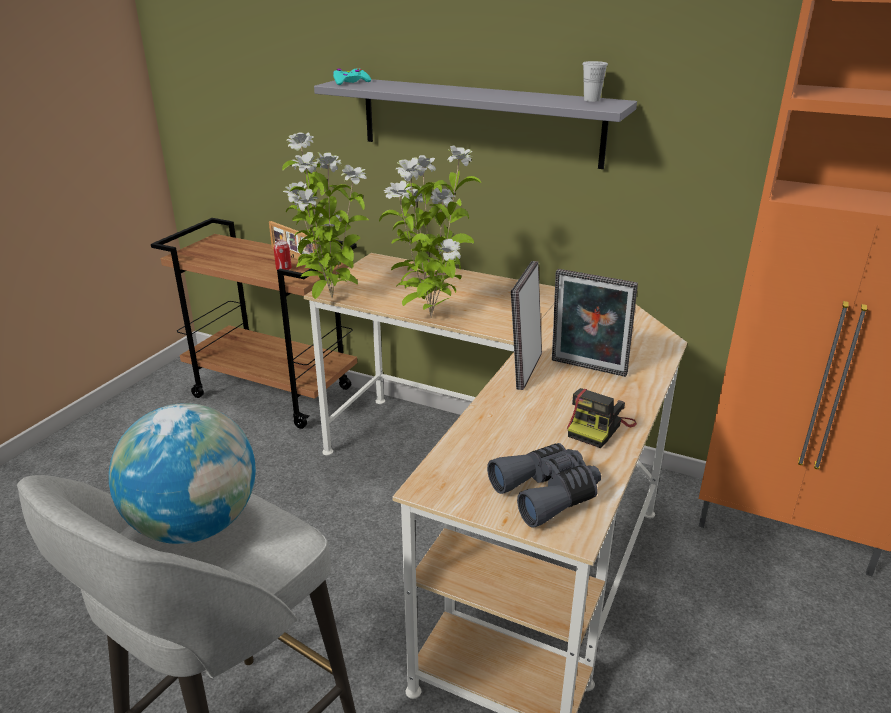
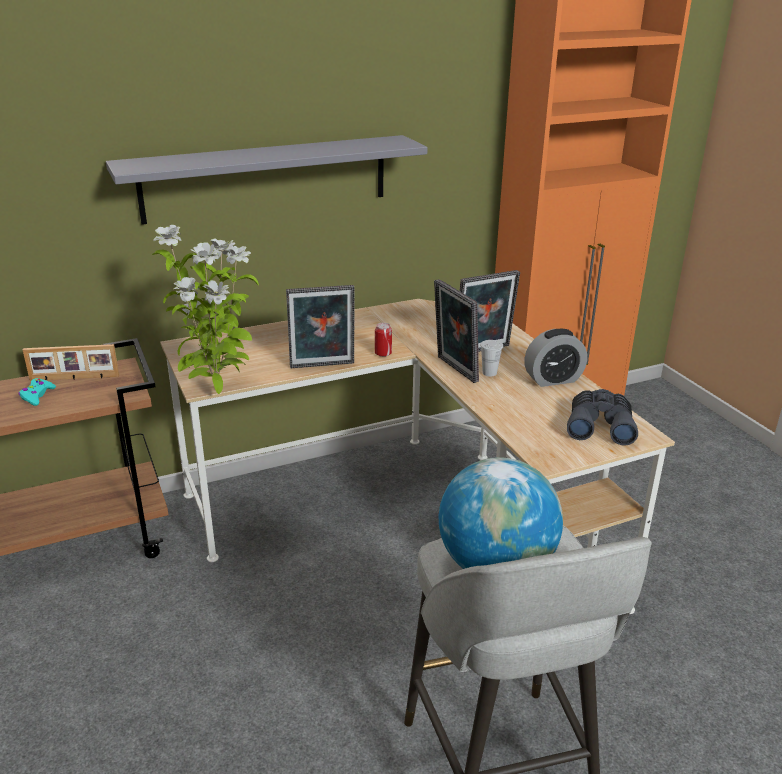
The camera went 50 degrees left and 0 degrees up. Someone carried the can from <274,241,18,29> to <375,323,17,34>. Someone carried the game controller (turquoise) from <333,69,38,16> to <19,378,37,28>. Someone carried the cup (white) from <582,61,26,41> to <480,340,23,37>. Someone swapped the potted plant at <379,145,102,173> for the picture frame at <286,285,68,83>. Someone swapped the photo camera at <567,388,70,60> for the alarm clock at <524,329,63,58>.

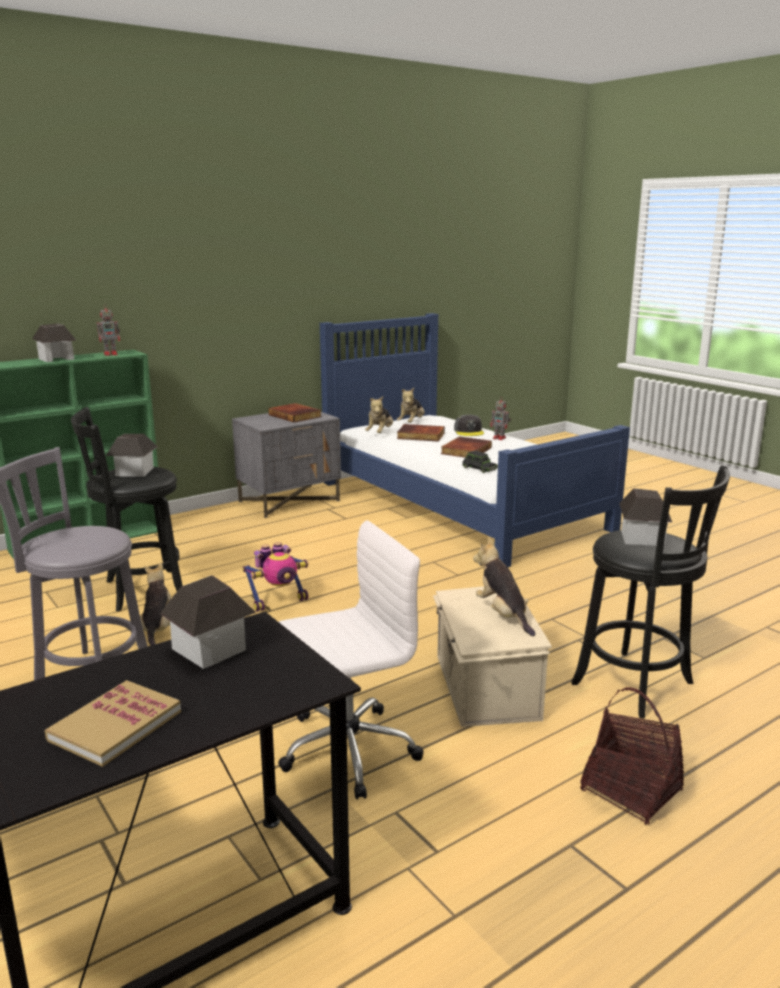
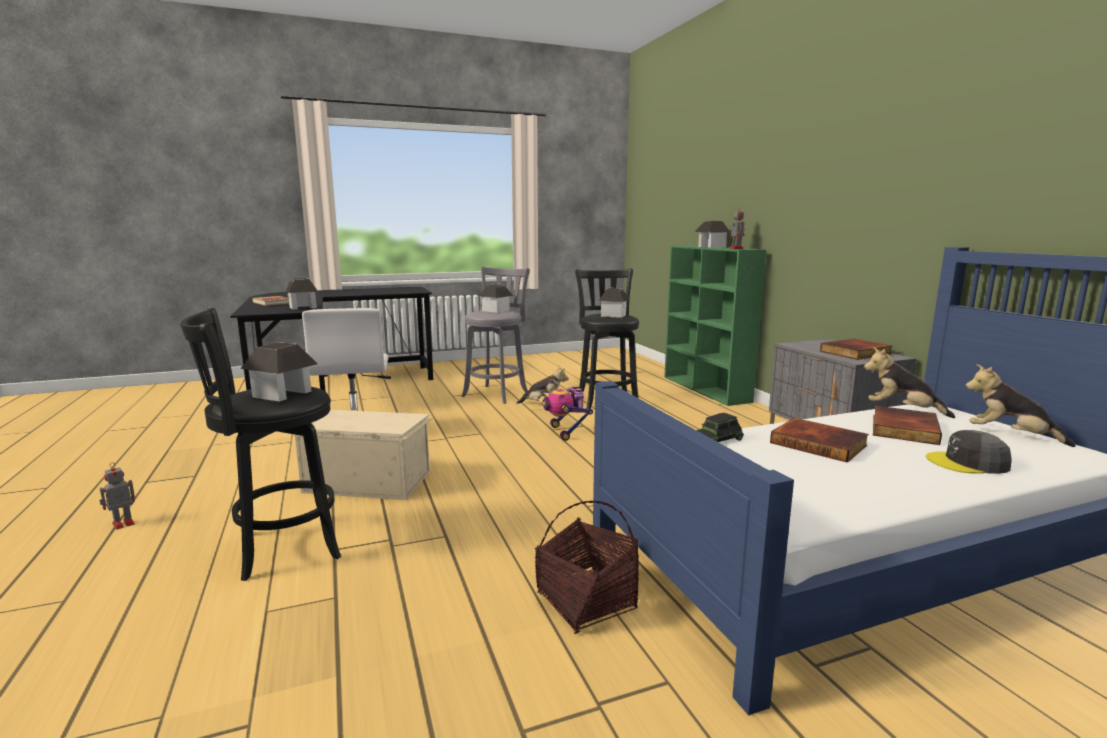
The camera went 105 degrees right and 5 degrees down. Someone took away the plush toy at <473,538,62,98>. Someone put down the toy house at <479,284,35,29>. Someone carried the toy robot from <490,396,21,44> to <99,462,36,68>. Someone carried the basket from <580,687,104,138> to <535,501,104,133>.

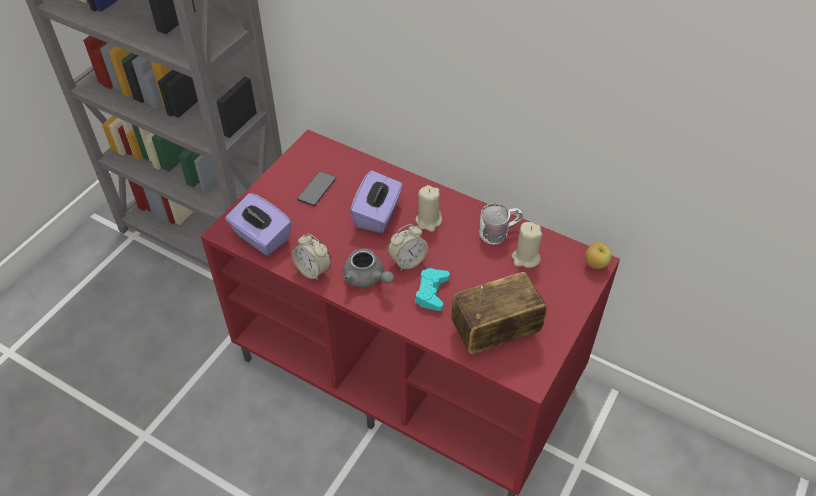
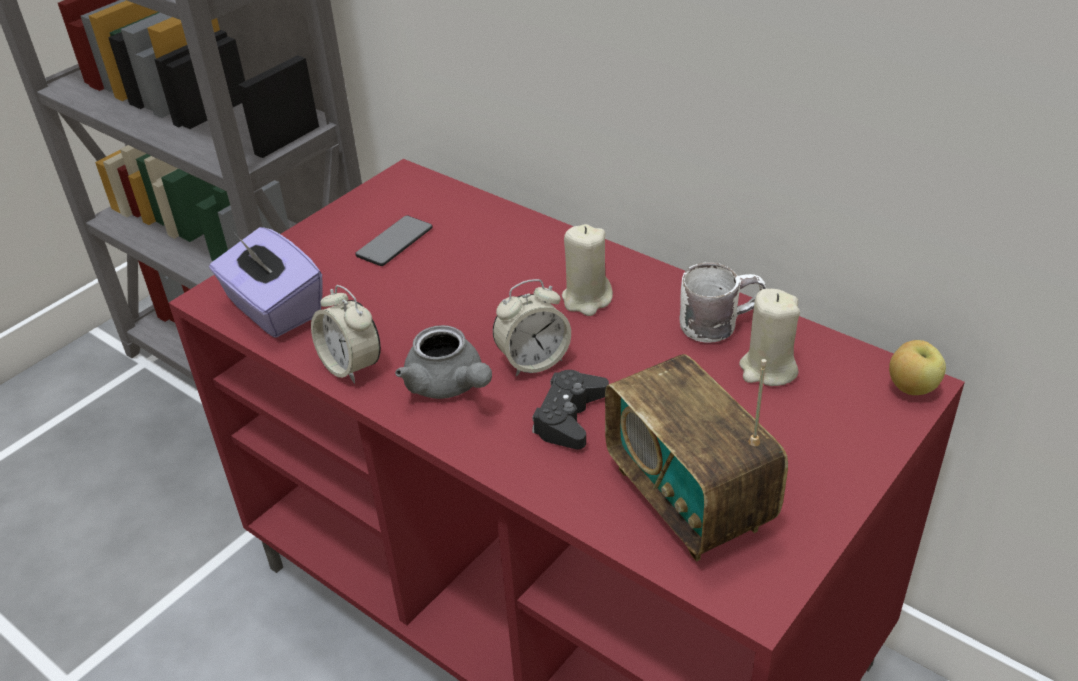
The camera went 10 degrees right and 10 degrees down. Someone took away the tissue box (purple) at <350,170,53,63>. Someone repainted the game controller (turquoise) at <415,268,35,43>, which became the game controller (black) at <532,370,77,79>. Someone rotated the radio at <451,272,96,83> by 105 degrees counterclockwise.

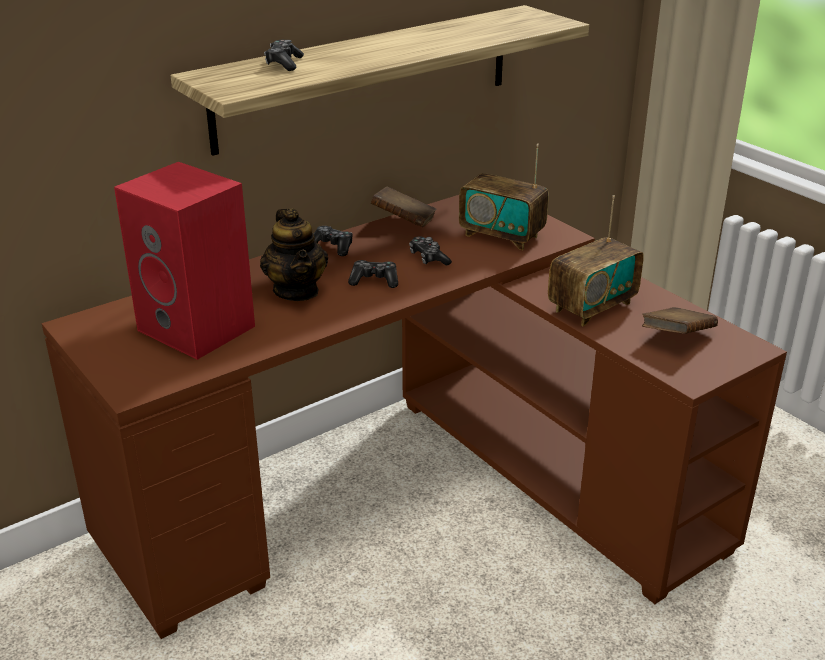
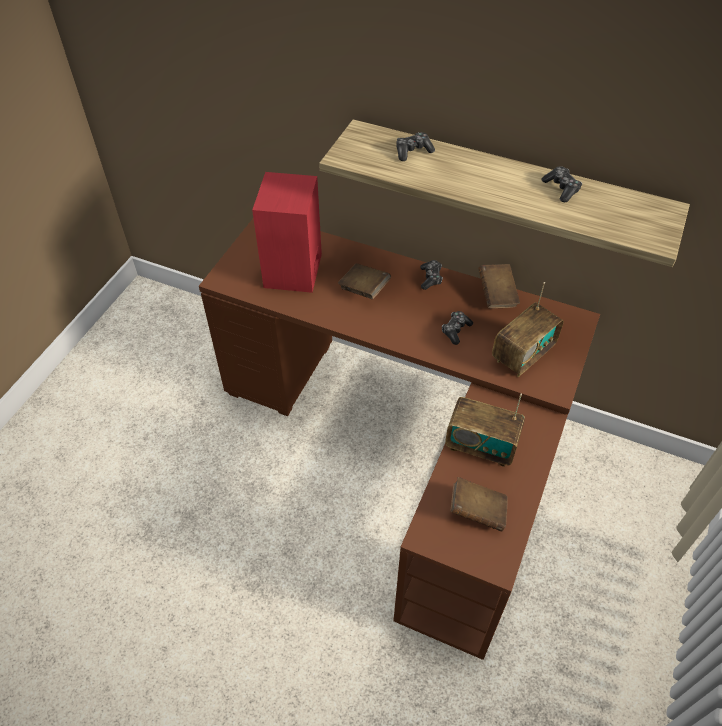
The camera went 60 degrees right and 20 degrees up. Someone carried the game controller from <348,260,50,28> to <541,166,41,36>. Someone swapped the teapot at <260,208,68,93> for the book (brown) at <338,263,53,36>. Someone rotated the radio at <459,144,90,106> by 135 degrees counterclockwise.

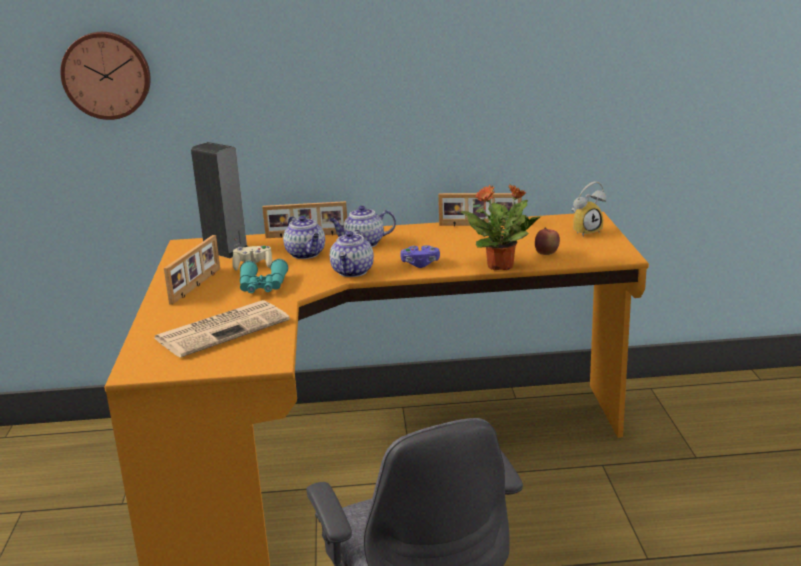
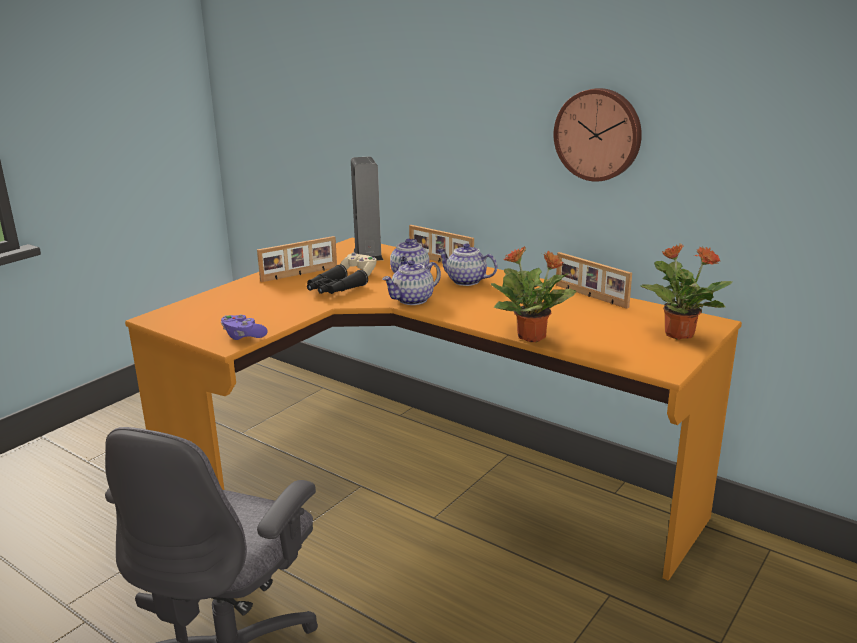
The camera went 40 degrees right and 0 degrees up. Someone took away the newspaper at <154,300,136,58>. Someone took away the apple at <535,227,25,28>. Someone carried the wall clock from <60,32,91,88> to <554,88,88,94>. Someone carried the game controller (purple) from <400,245,40,23> to <221,314,47,26>. Someone swapped the alarm clock at <571,181,35,56> for the potted plant at <640,243,92,97>. Someone repainted the binoculars (turquoise) at <240,259,48,34>, which became the binoculars (black) at <307,265,61,29>.

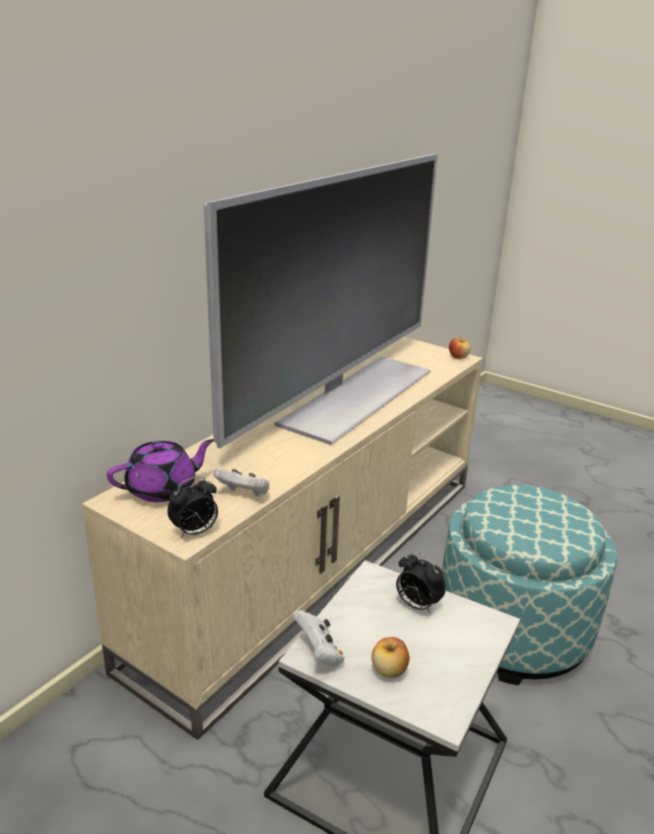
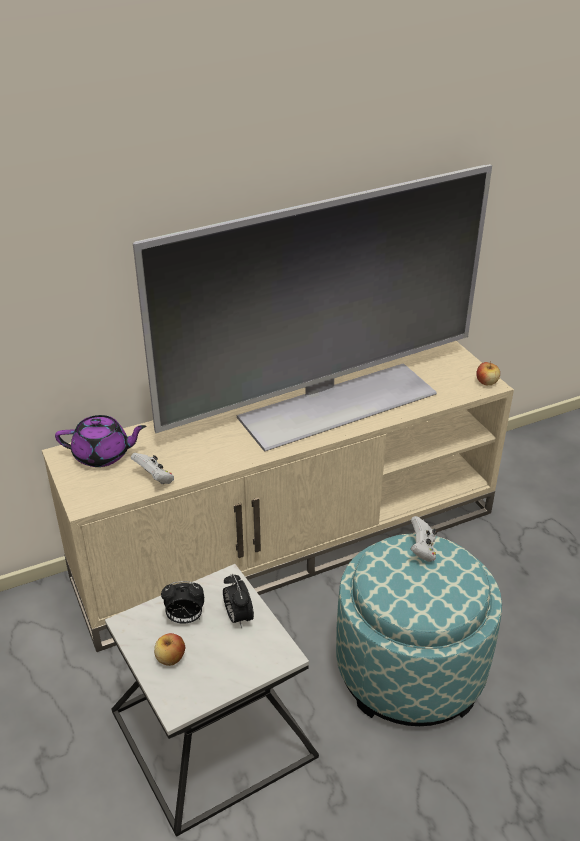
The camera went 30 degrees right and 10 degrees up. Someone carried the alarm clock from <167,476,51,62> to <161,581,43,43>. Someone carried the game controller (white) from <293,610,51,56> to <411,516,26,46>.

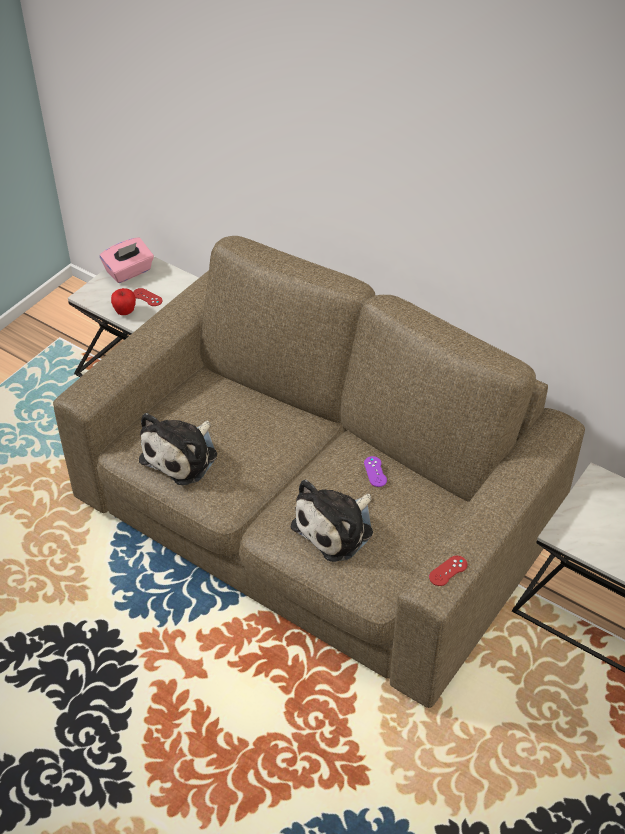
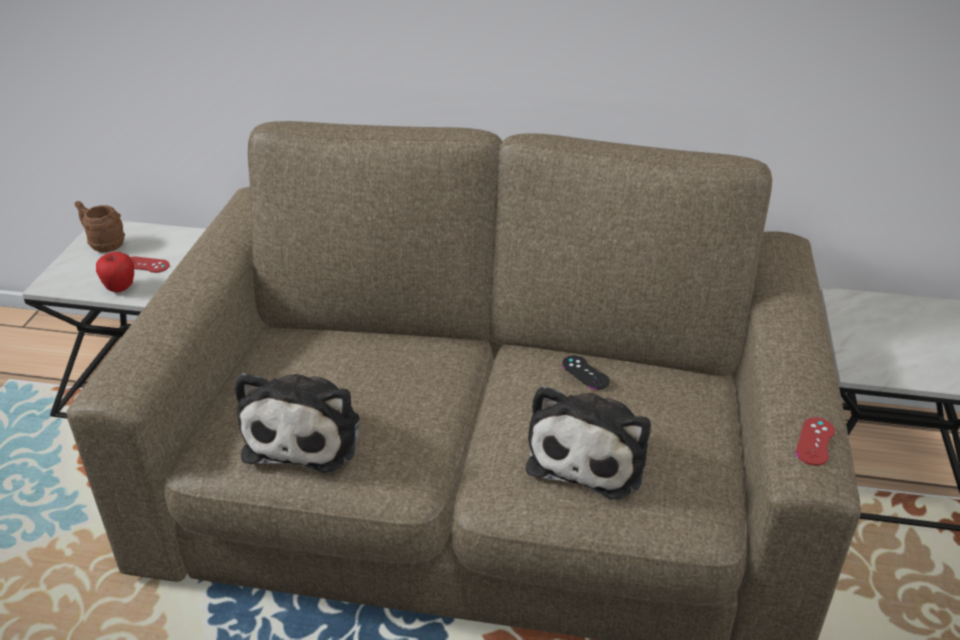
The camera went 25 degrees left and 10 degrees down. Someone swapped the tissue box (pink) at <100,237,54,46> for the mug (brown) at <74,201,51,51>. Someone repainted the game controller (purple) at <364,456,23,31>, which became the game controller (black) at <562,356,48,34>.

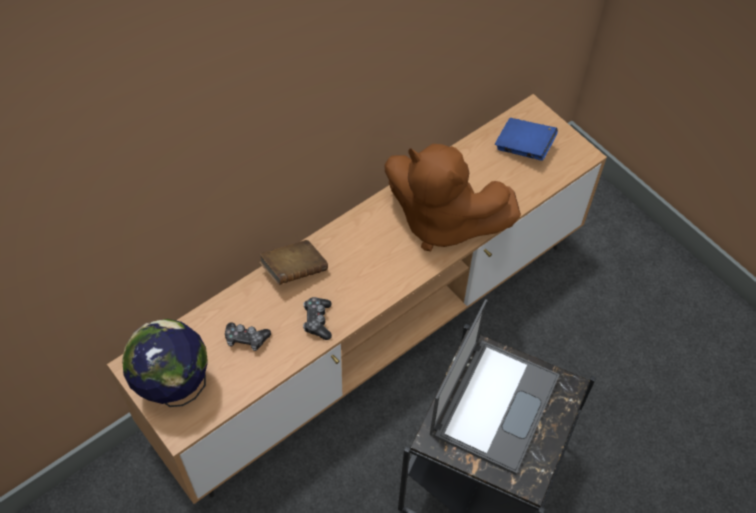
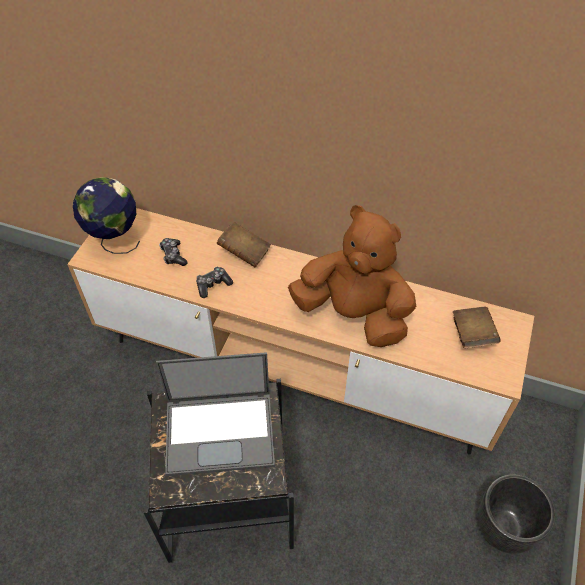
The camera went 60 degrees right and 5 degrees down. Someone put down the planter (black) at <478,474,77,80>. Someone repainted the book (blue) at <495,118,63,43>, which became the book (brown) at <453,307,48,41>. Someone rotated the plush toy (brown) at <384,144,137,107> by 120 degrees clockwise.

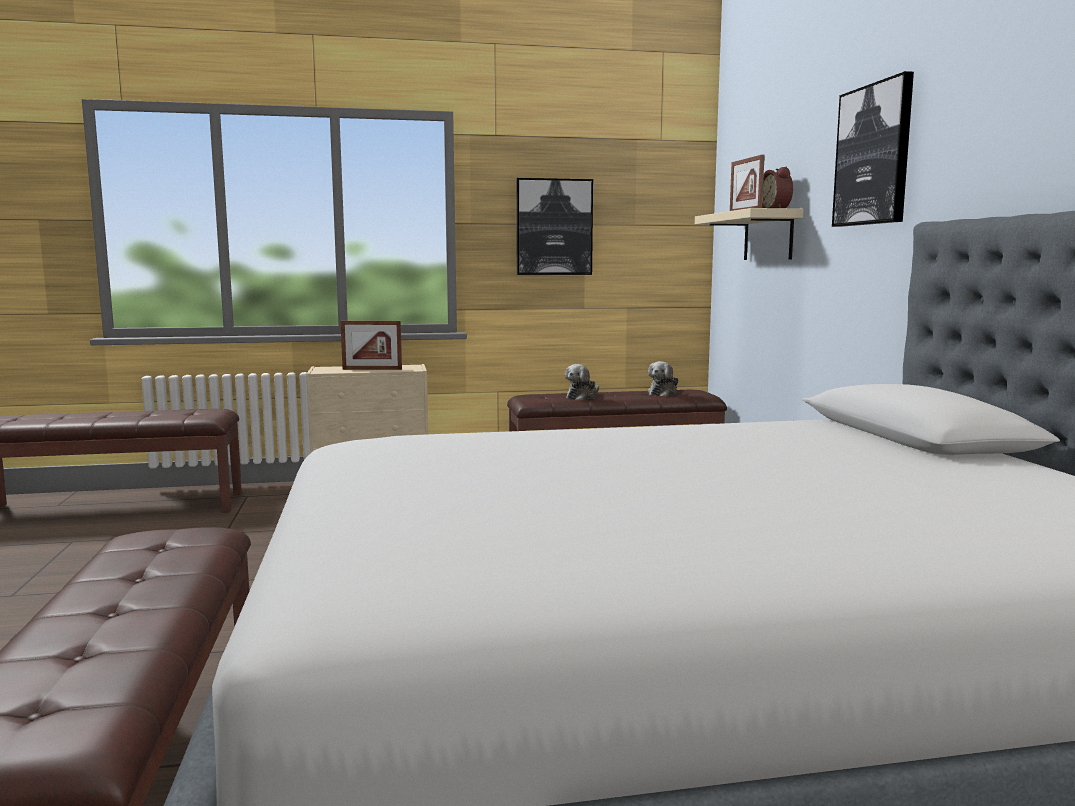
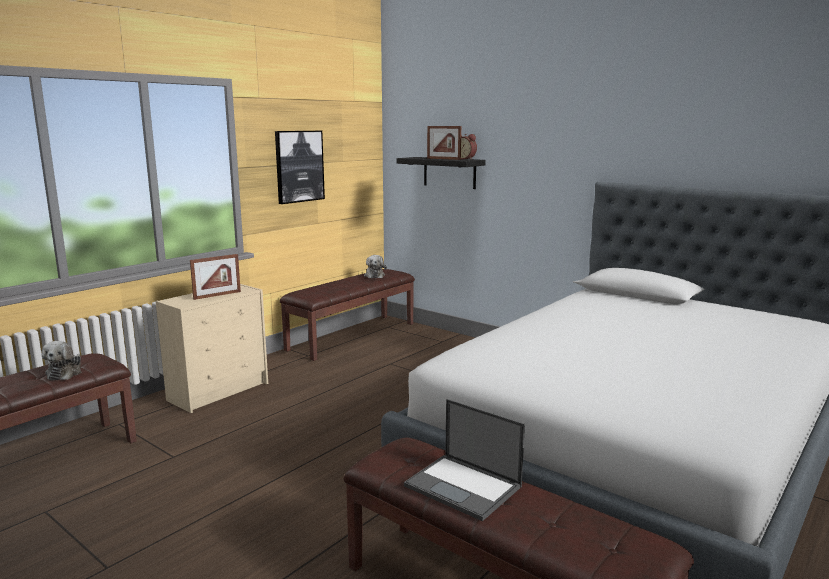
The camera went 40 degrees left and 5 degrees up. Someone took away the picture at <832,71,82,156>. Someone put down the laptop at <404,399,121,122>. Someone carried the plush toy from <565,364,34,36> to <41,341,41,39>. Someone repainted the shelf (beige) at <695,208,109,52>, which became the shelf (black) at <397,157,89,32>.

